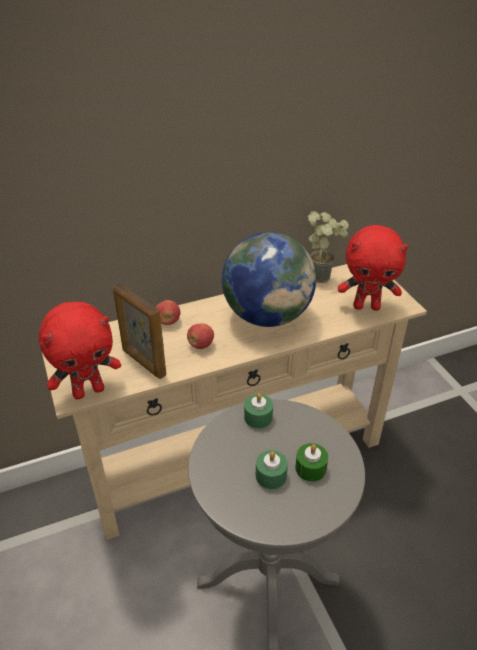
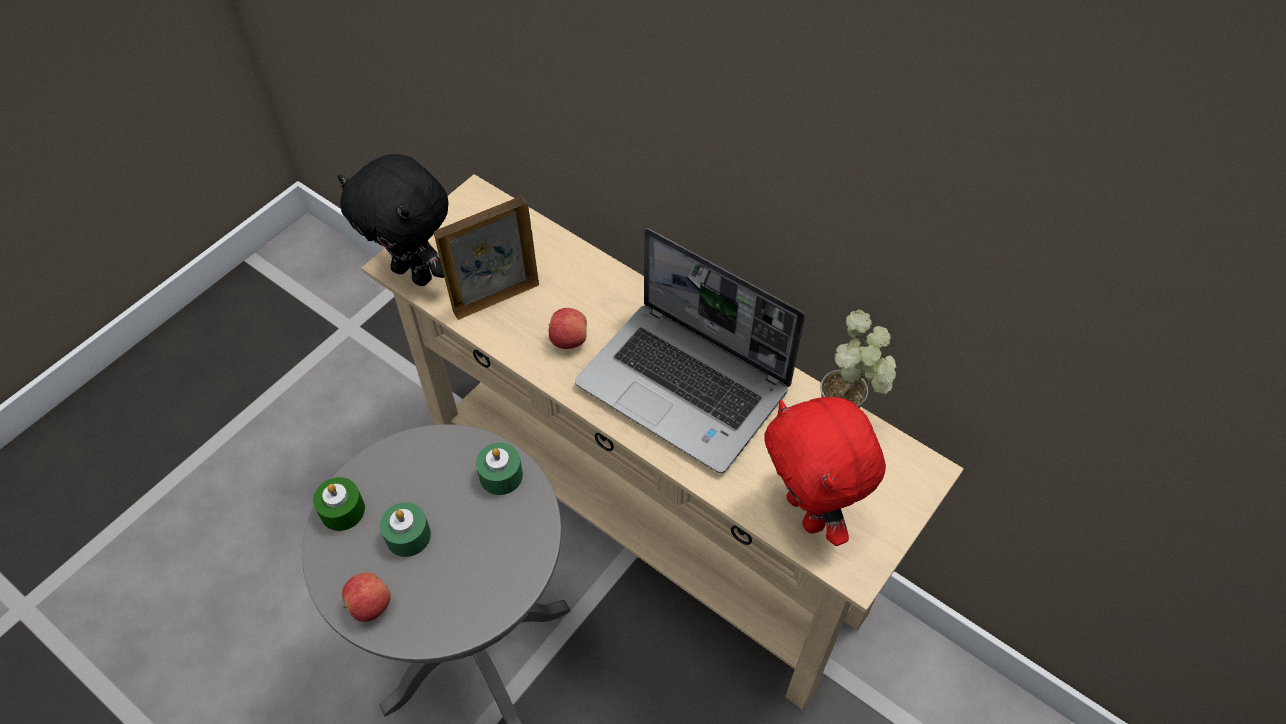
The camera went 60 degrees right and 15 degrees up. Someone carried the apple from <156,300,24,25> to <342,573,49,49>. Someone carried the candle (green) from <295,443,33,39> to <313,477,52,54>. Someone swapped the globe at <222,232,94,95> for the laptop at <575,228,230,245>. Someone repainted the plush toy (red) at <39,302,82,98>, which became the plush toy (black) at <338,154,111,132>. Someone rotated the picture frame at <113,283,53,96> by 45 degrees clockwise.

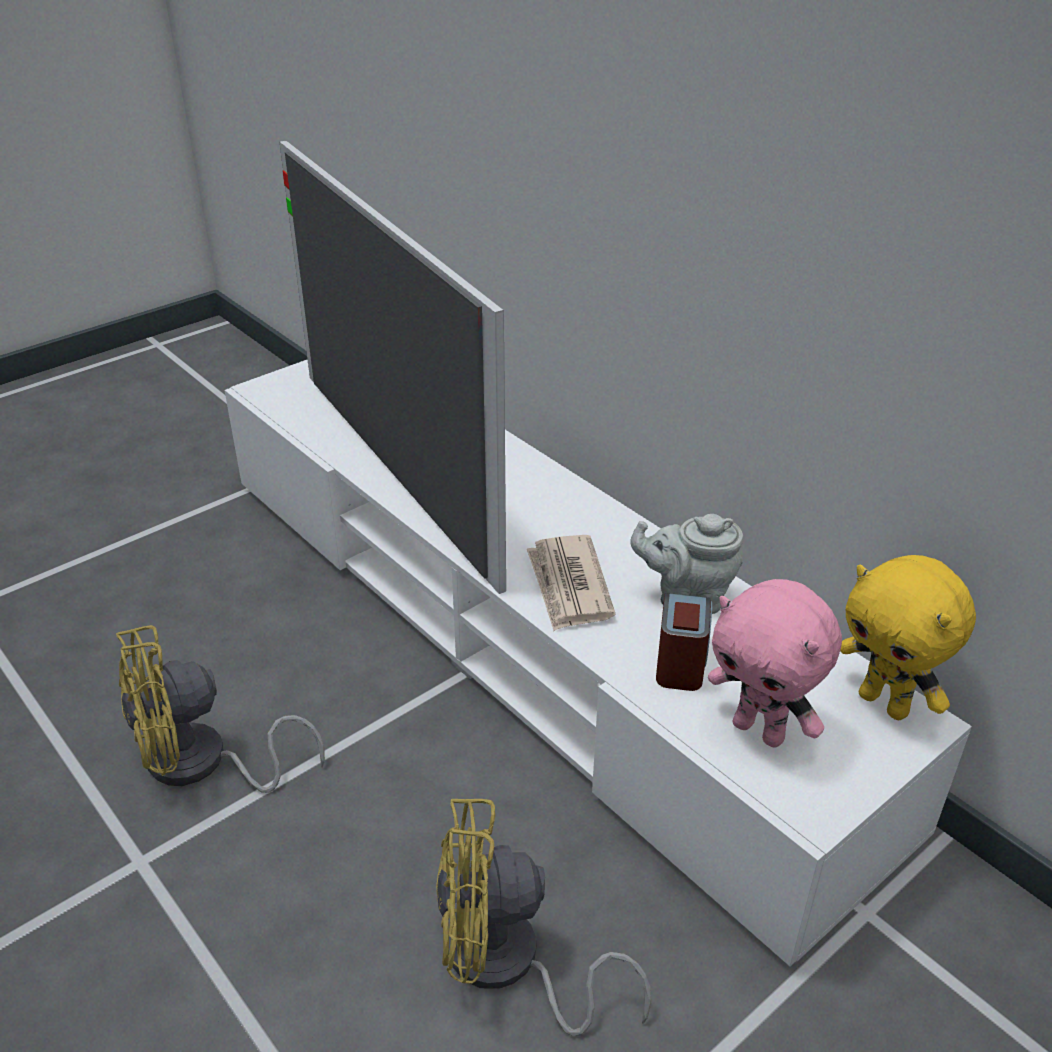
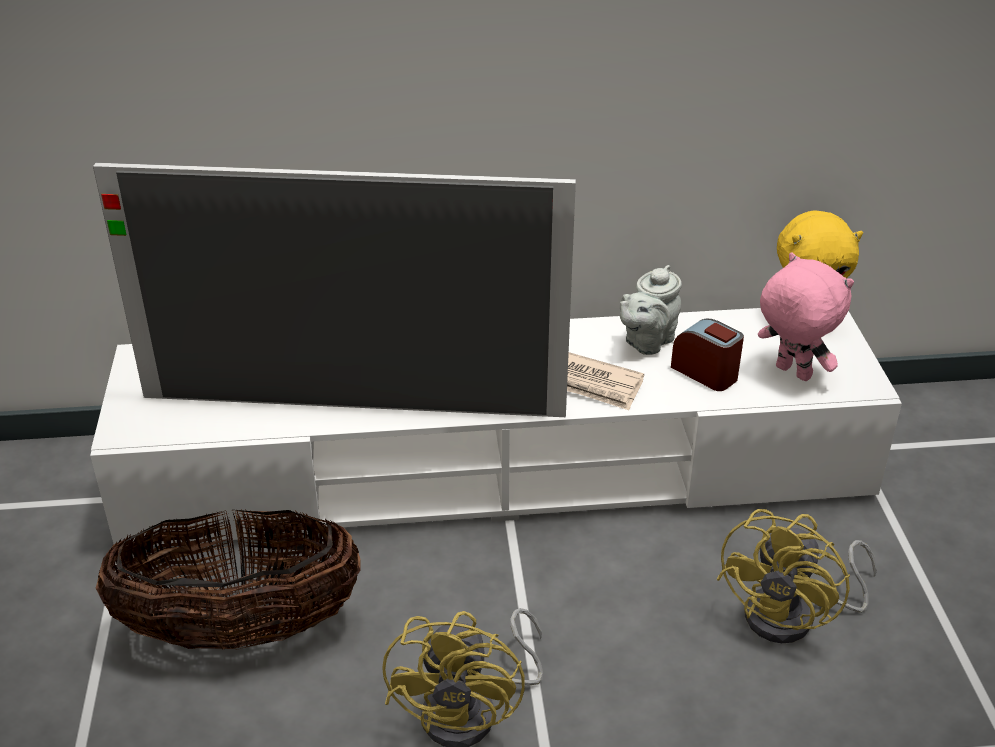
The camera went 55 degrees left and 0 degrees up. Someone put down the basket at <96,509,264,141>. Someone rotated the plush toy (pink) at <708,579,134,168> by 120 degrees counterclockwise.

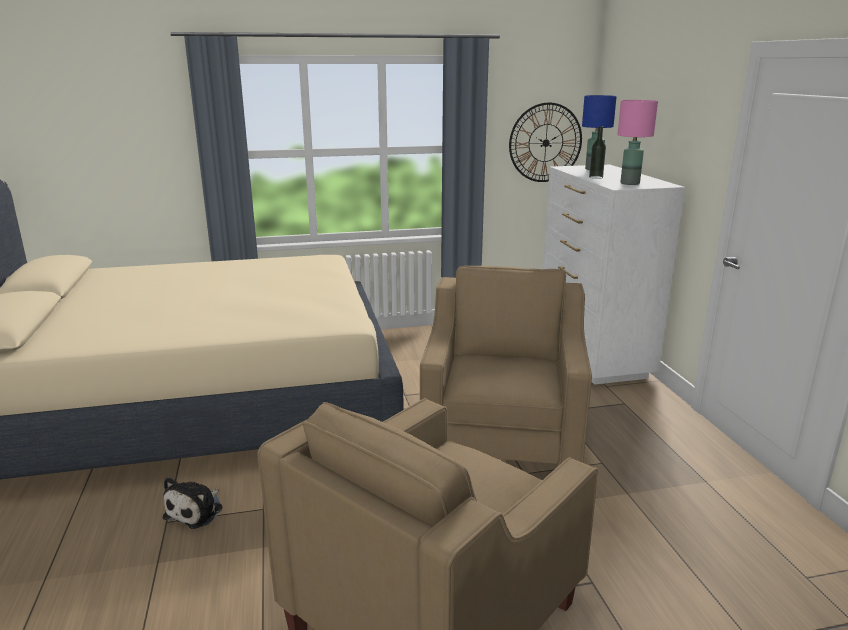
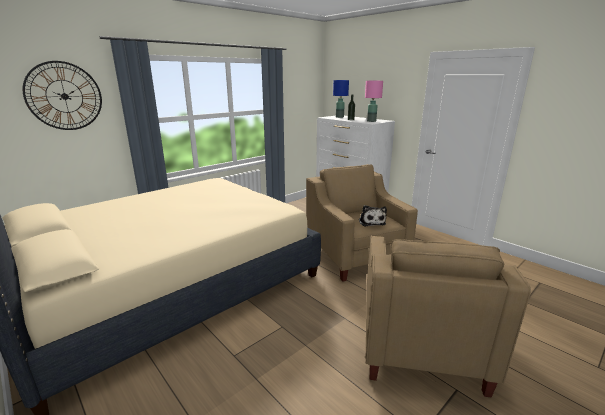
The camera went 30 degrees left and 0 degrees up. Someone carried the plush toy from <163,477,60,52> to <359,205,28,22>. Someone carried the wall clock from <509,102,73,80> to <23,61,79,69>.

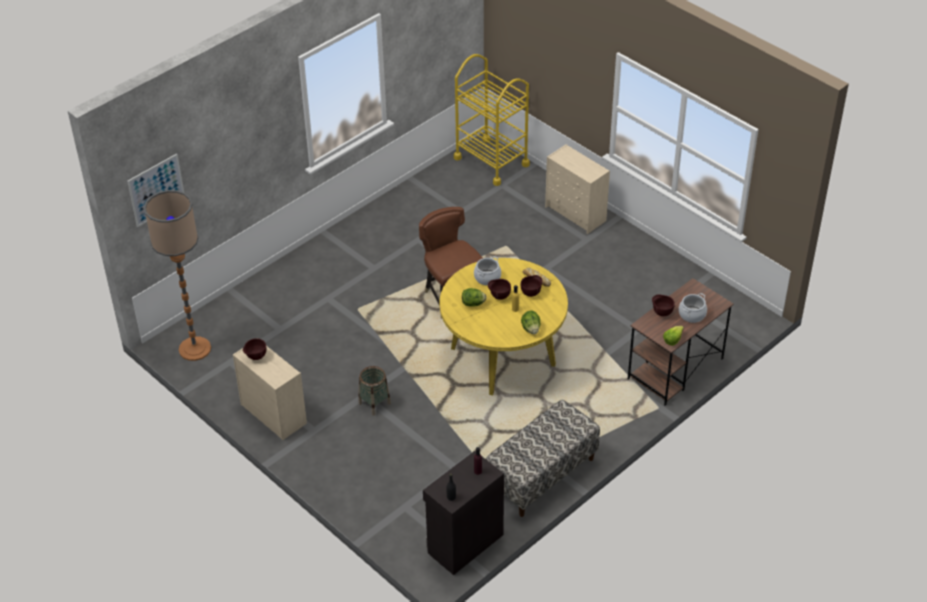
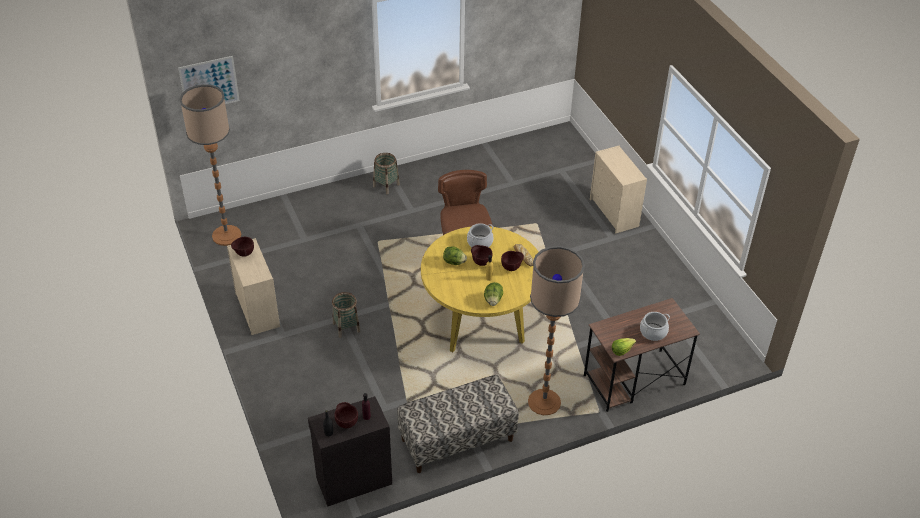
The camera went 20 degrees right and 0 degrees up. Someone took away the cart (yellow) at <454,54,76,132>. Someone put down the basket at <373,153,27,41>. Someone put down the floor lamp at <528,246,57,169>. Someone carried the bowl (brown) from <652,294,23,22> to <334,402,24,26>.

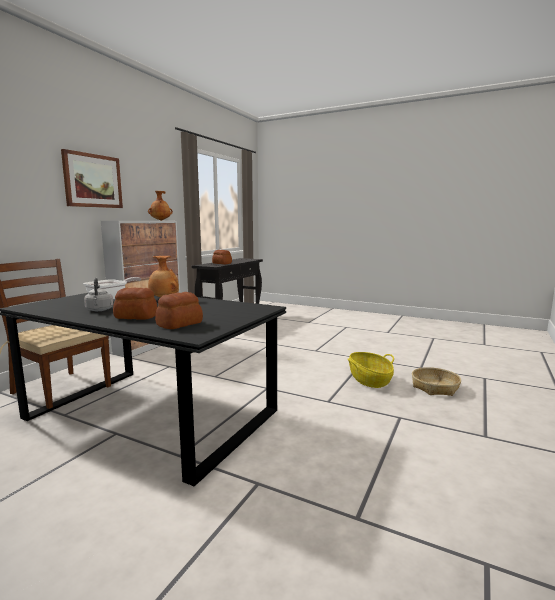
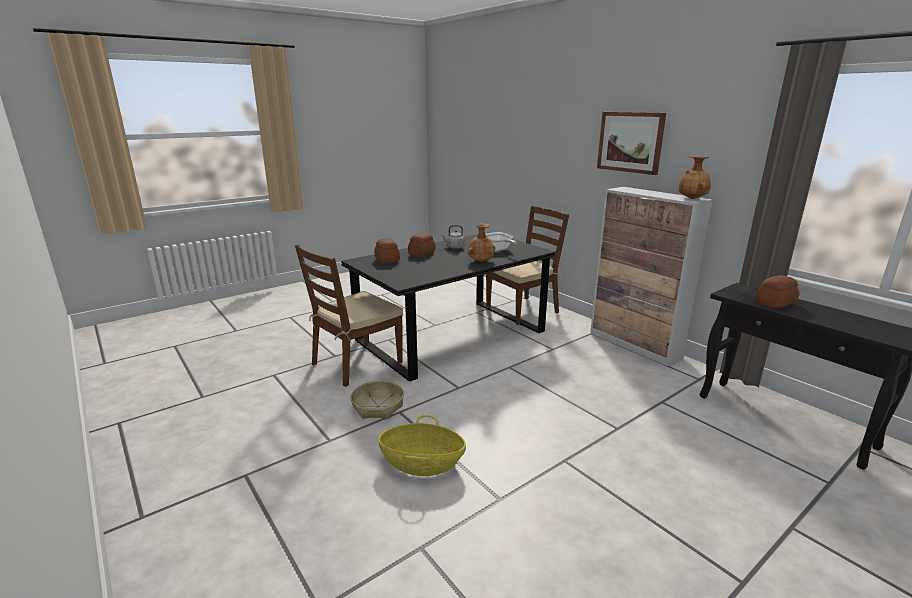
The camera went 115 degrees right and 10 degrees up. Someone put down the chair (brown) at <295,244,108,143>. Someone carried the basket from <412,367,49,29> to <350,381,54,38>.

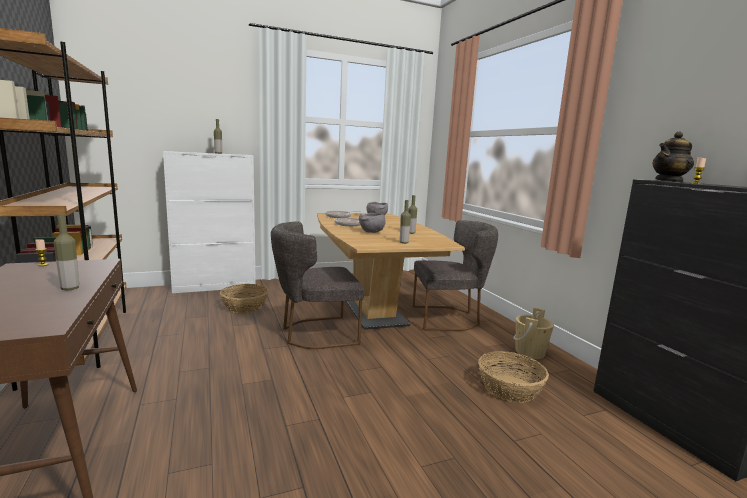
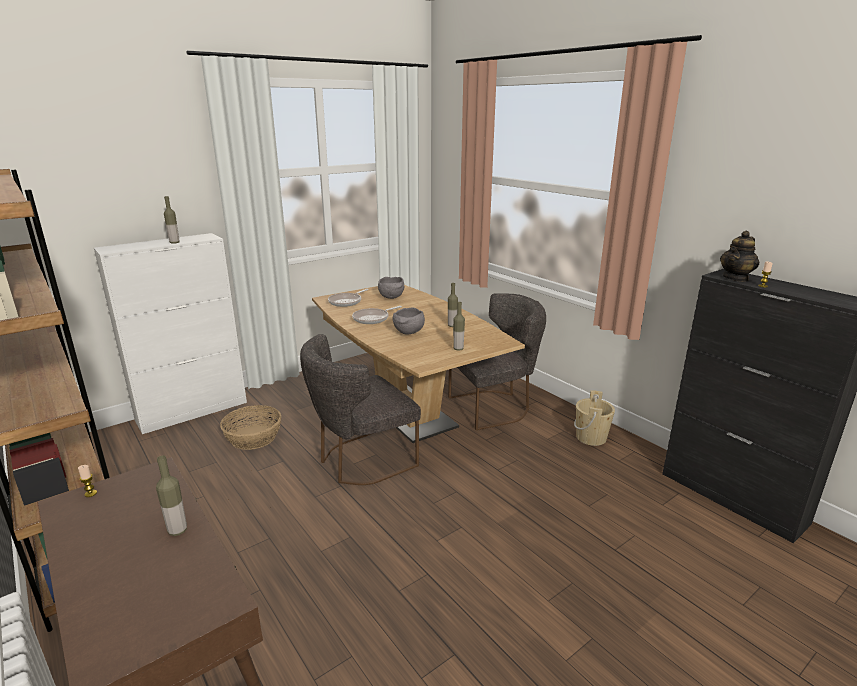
The camera went 15 degrees left and 10 degrees up. Someone took away the basket at <478,351,71,52>.

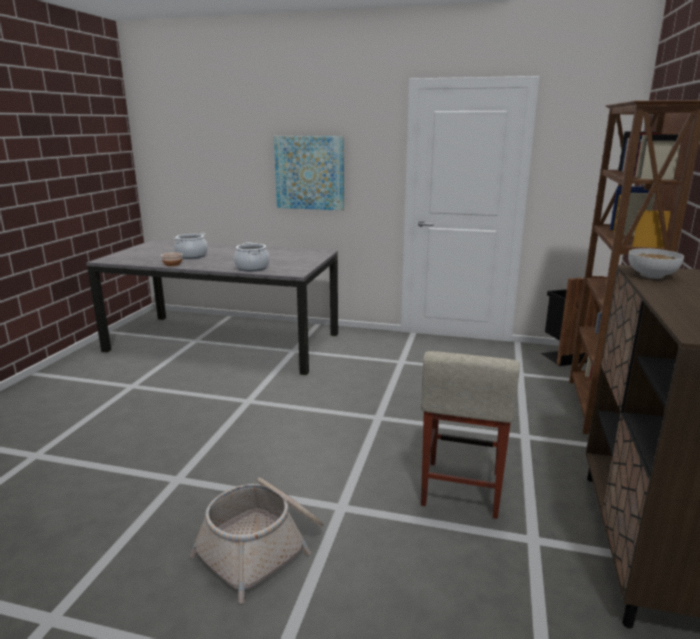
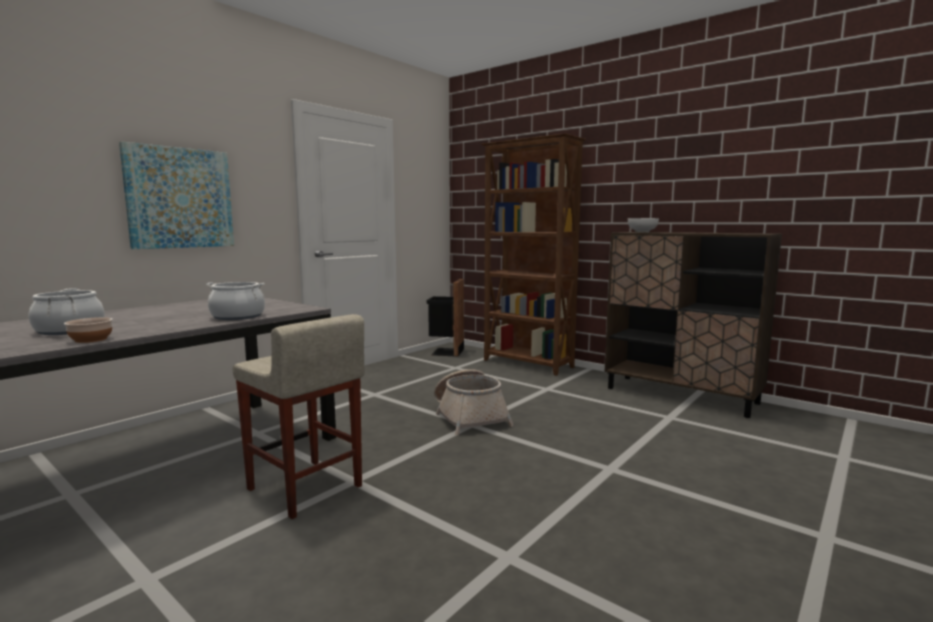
The camera went 65 degrees left and 10 degrees down. Someone carried the basket from <190,477,134,127> to <434,369,80,66>. Someone carried the stool (beige) from <421,351,99,168> to <233,314,131,205>.

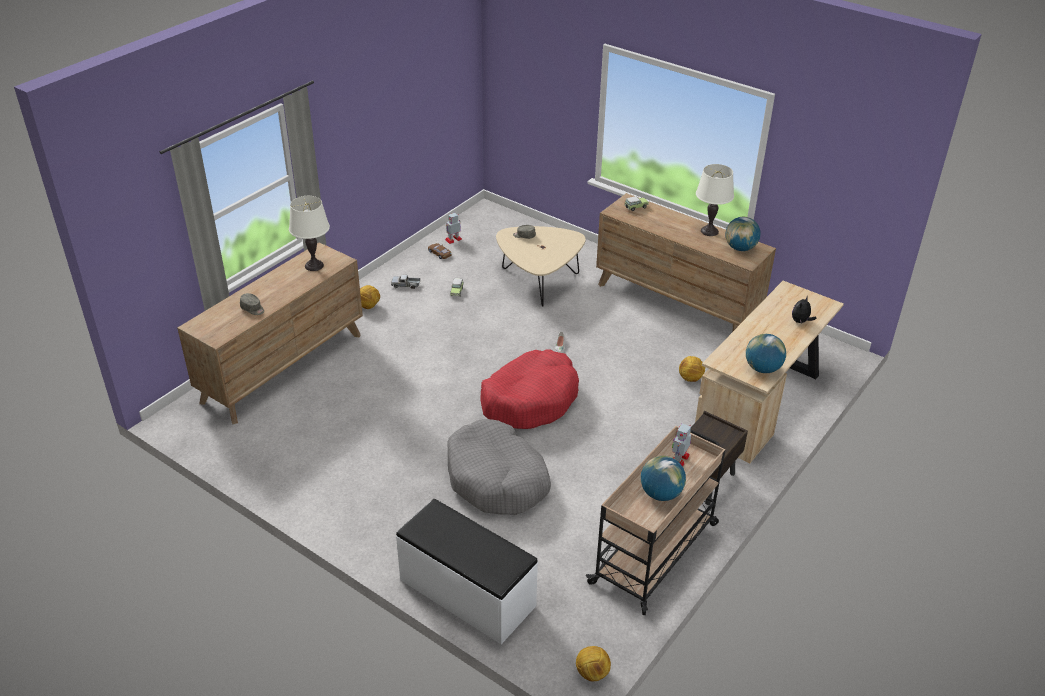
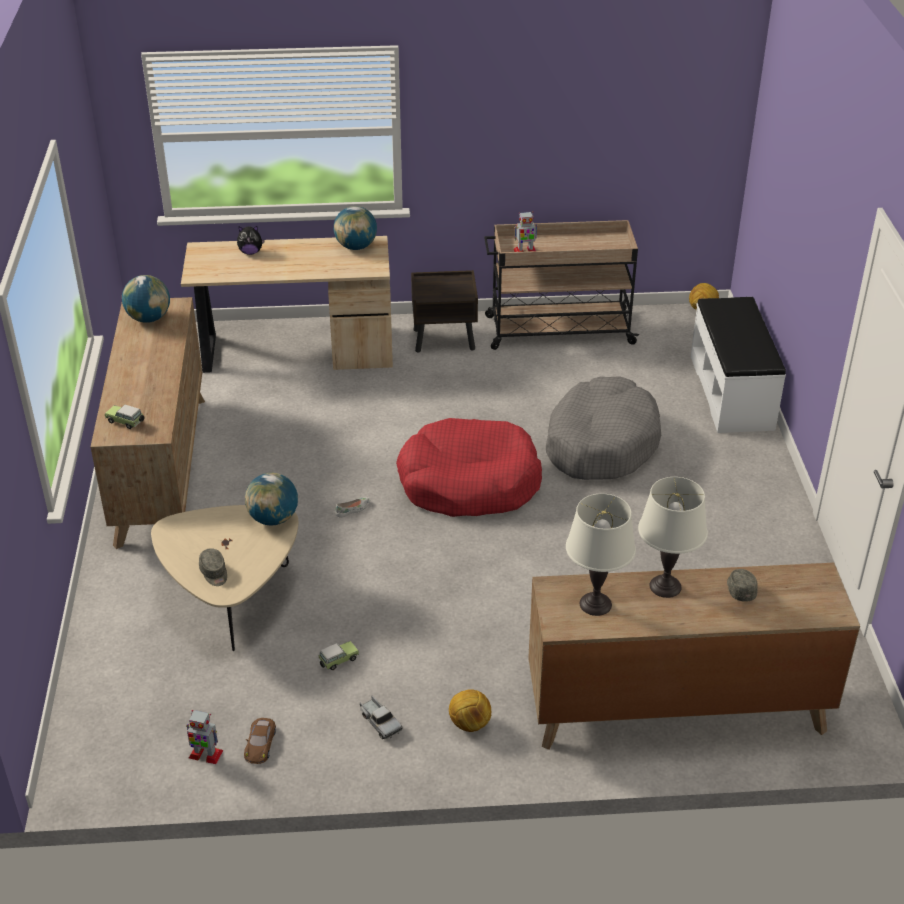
The camera went 130 degrees left and 0 degrees up. Someone took away the football at <679,356,26,26>. Someone carried the globe from <641,456,45,45> to <245,473,53,52>. Someone carried the table lamp (white) from <696,164,38,72> to <638,477,70,121>.

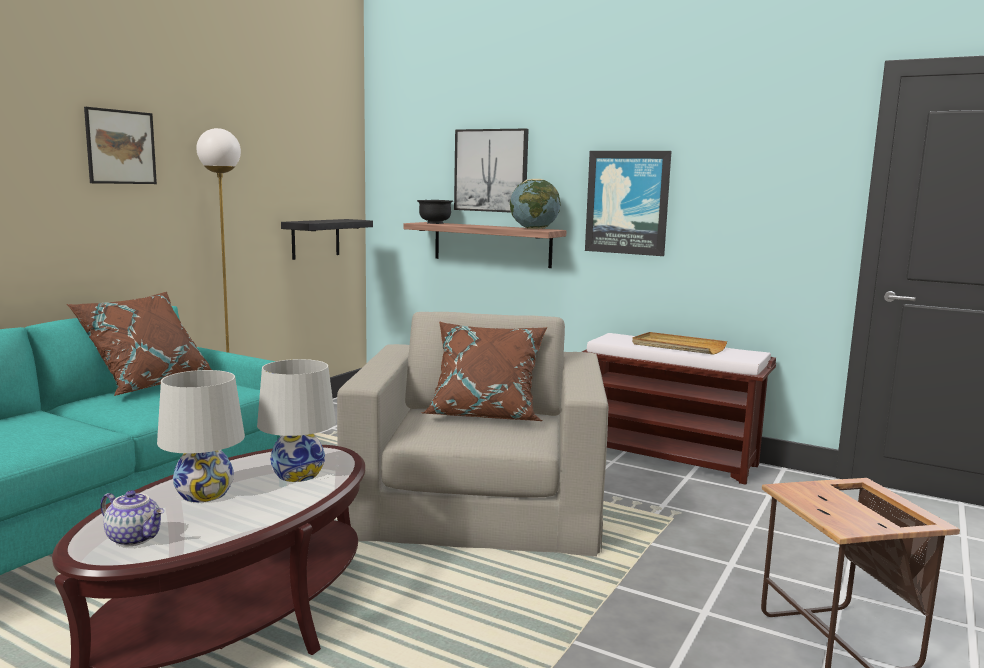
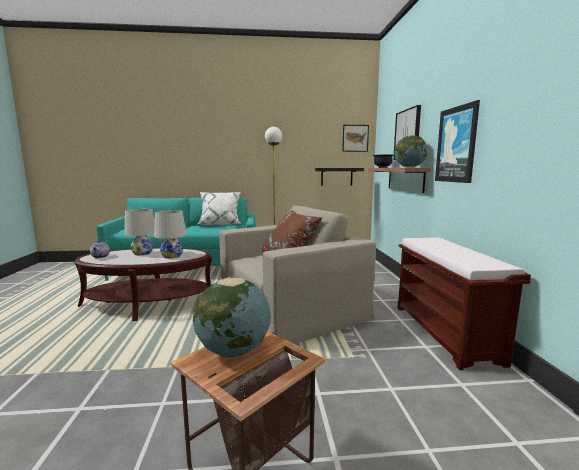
The camera went 55 degrees right and 0 degrees up. Someone took away the tray (beige) at <632,332,95,23>. Someone put down the globe at <193,277,78,80>. Someone carried the picture from <84,107,73,77> to <342,125,27,27>. Someone repainted the pillow (brown) at <67,292,145,104>, which became the pillow (white) at <198,192,44,33>.

